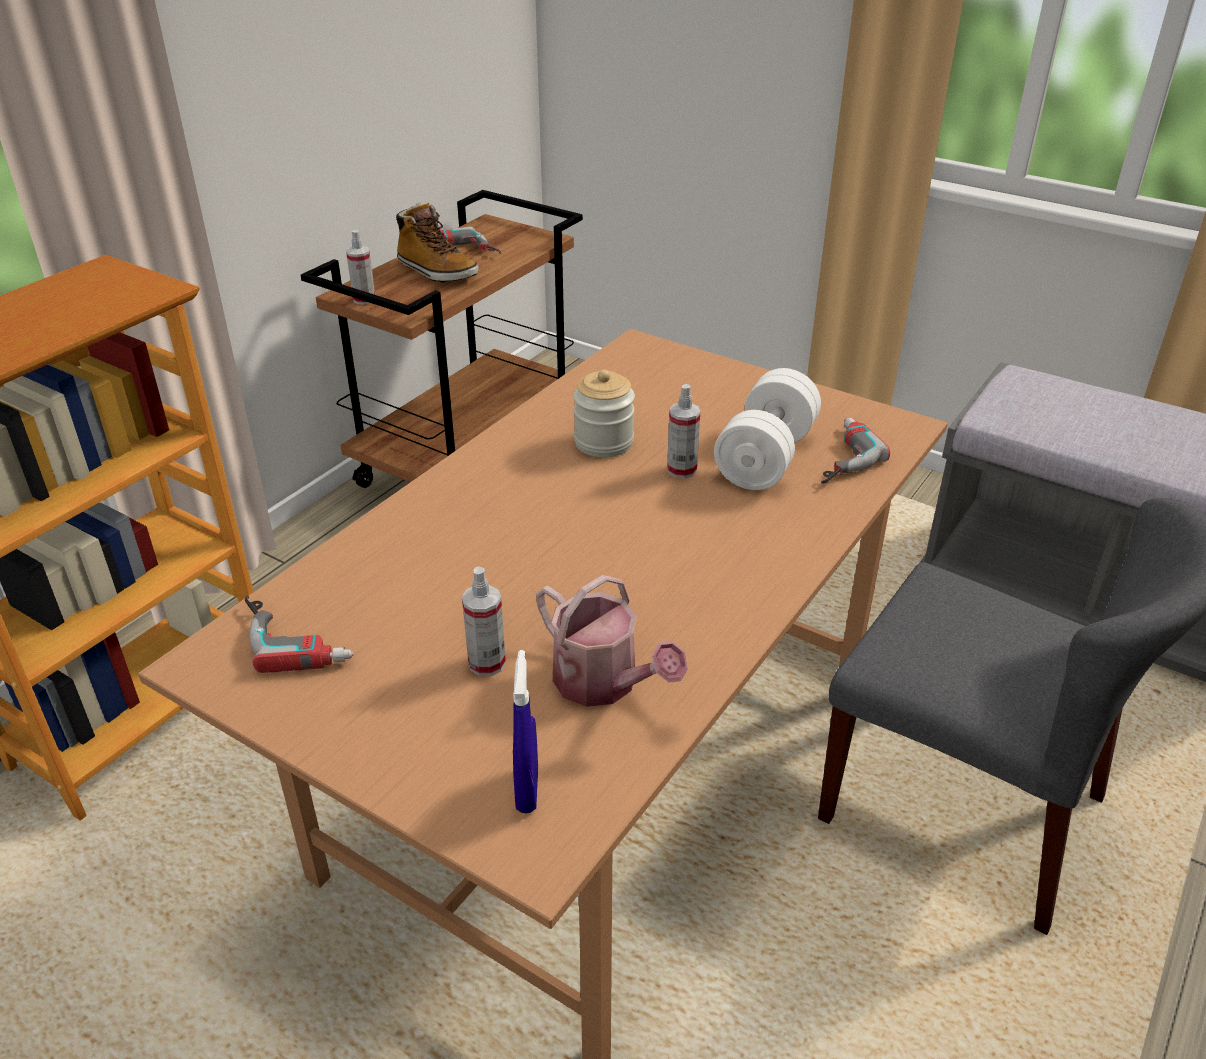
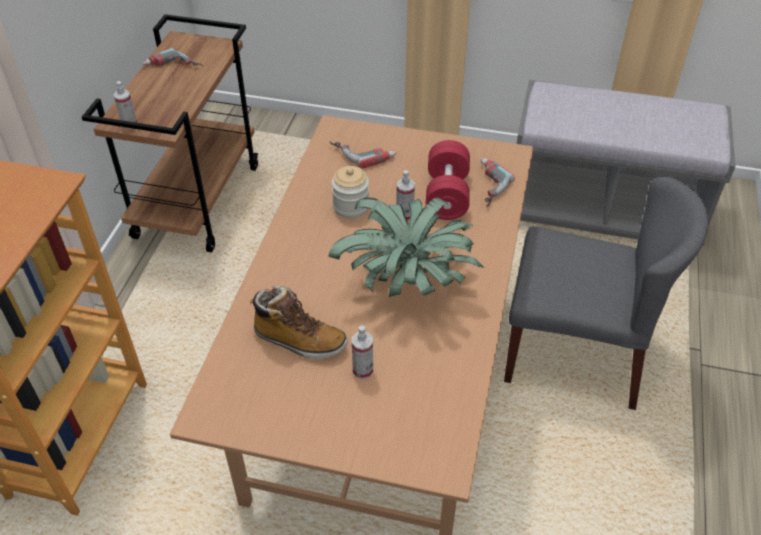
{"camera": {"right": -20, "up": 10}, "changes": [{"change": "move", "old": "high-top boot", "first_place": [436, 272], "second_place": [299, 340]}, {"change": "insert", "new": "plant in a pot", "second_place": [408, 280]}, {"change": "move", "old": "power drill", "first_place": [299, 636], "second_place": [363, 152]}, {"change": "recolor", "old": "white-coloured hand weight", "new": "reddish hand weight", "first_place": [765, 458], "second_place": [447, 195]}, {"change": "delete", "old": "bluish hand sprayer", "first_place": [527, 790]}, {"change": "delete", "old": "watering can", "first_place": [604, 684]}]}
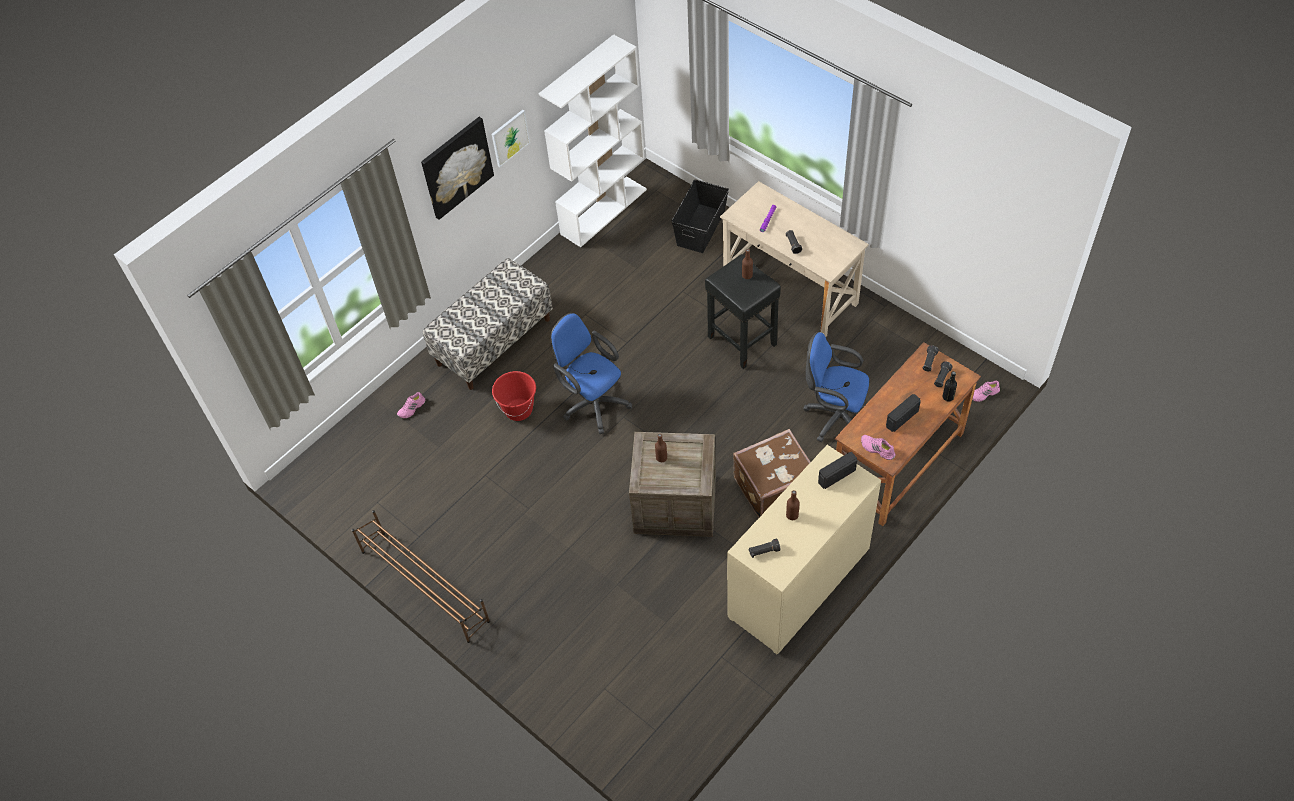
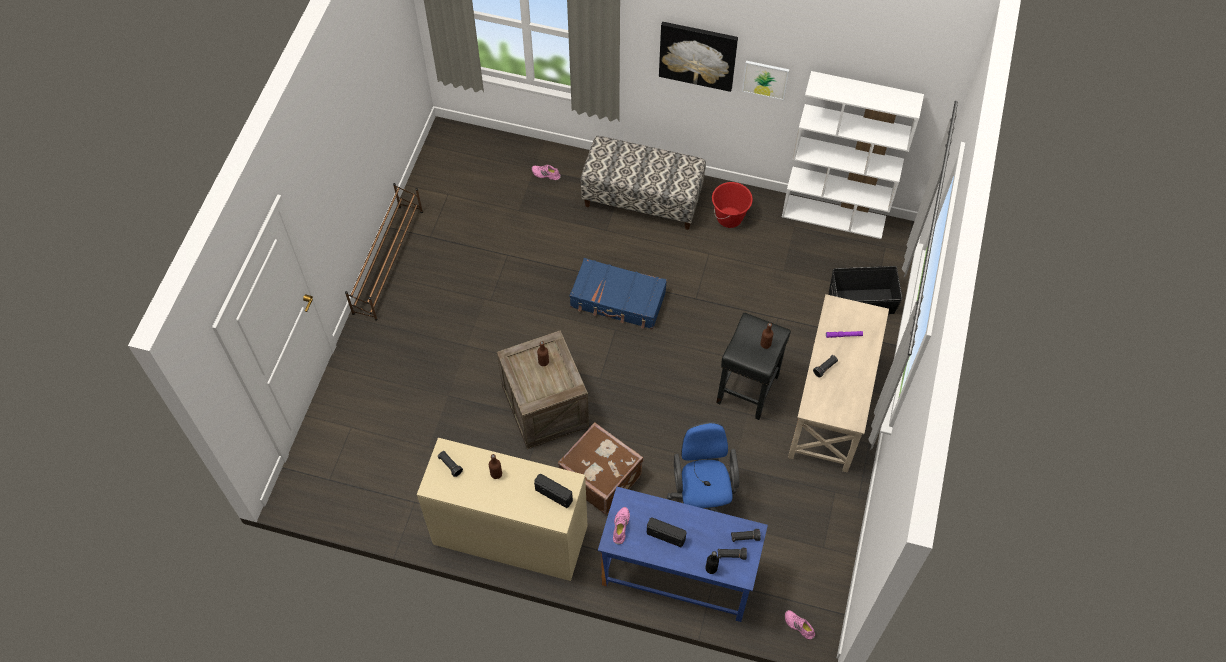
{"camera": {"right": 60, "up": 5}, "changes": [{"change": "replace", "old": "bluish desk chair", "new": "bluish travel case", "first_place": [592, 402], "second_place": [618, 300]}, {"change": "recolor", "old": "brown-coloured desk unit", "new": "bluish desk unit", "first_place": [898, 463], "second_place": [678, 574]}, {"change": "move", "old": "reddish pail", "first_place": [519, 410], "second_place": [729, 218]}]}
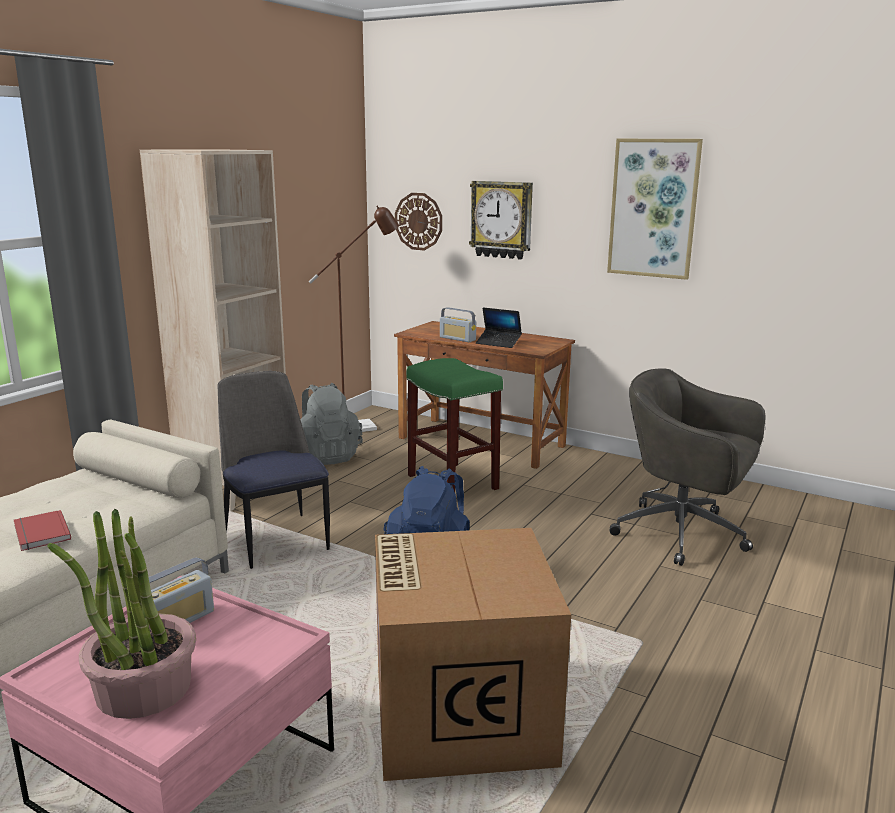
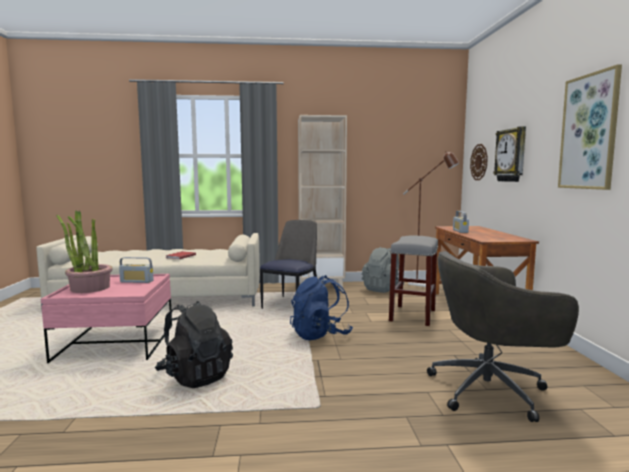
{"camera": {"right": 55, "up": -10}, "changes": [{"change": "replace", "old": "cardboard box", "new": "black backpack", "first_place": [459, 713], "second_place": [195, 376]}, {"change": "recolor", "old": "green-coloured stool", "new": "greyish stool", "first_place": [451, 482], "second_place": [412, 315]}, {"change": "rotate", "old": "greyish desk chair", "first_place": [683, 534], "second_place": [491, 390], "degrees": -90}, {"change": "delete", "old": "laptop", "first_place": [498, 343]}]}
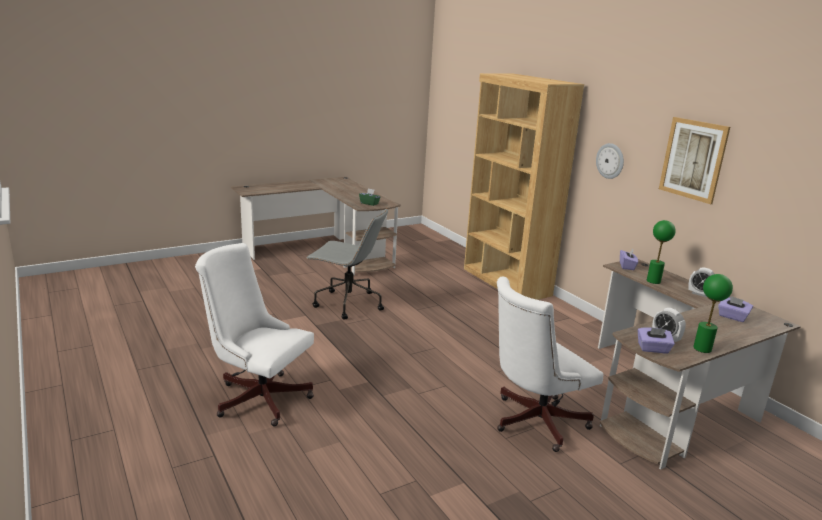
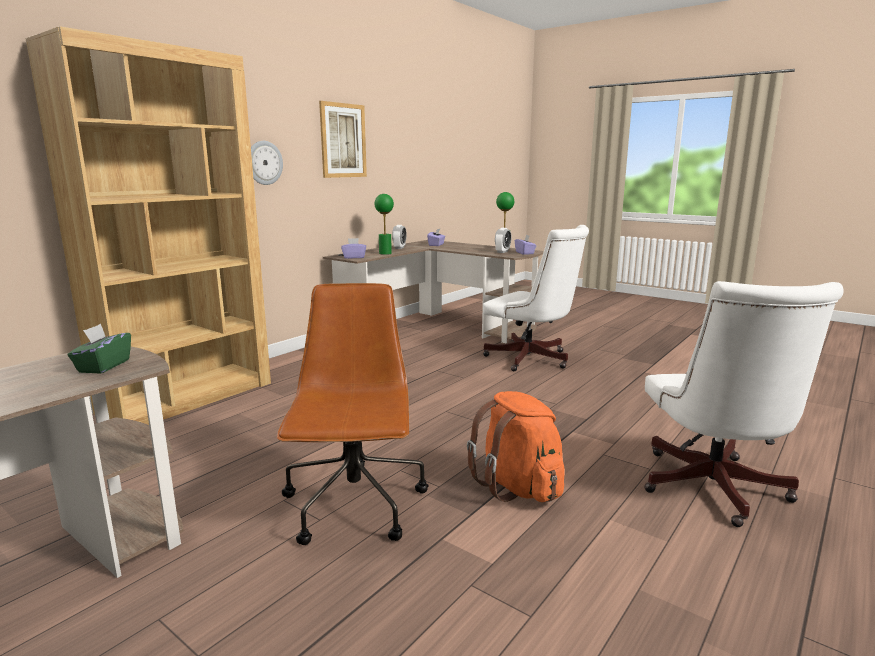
{"camera": {"right": -110, "up": -5}, "changes": [{"change": "recolor", "old": "greyish desk chair", "new": "brown-coloured desk chair", "first_place": [347, 304], "second_place": [355, 507]}, {"change": "insert", "new": "orange backpack", "second_place": [518, 487]}]}
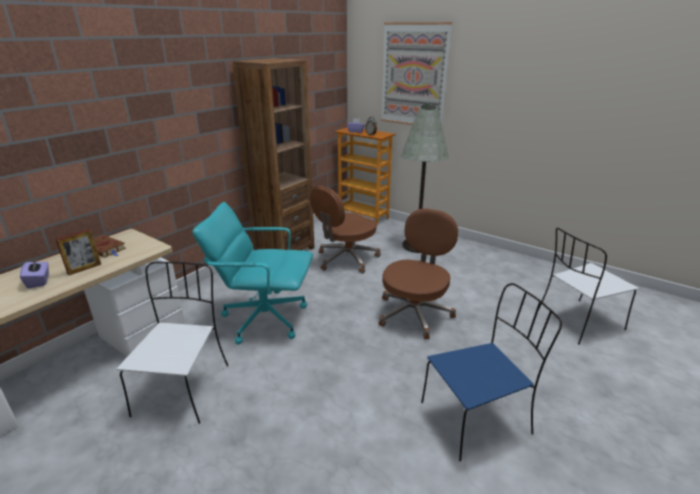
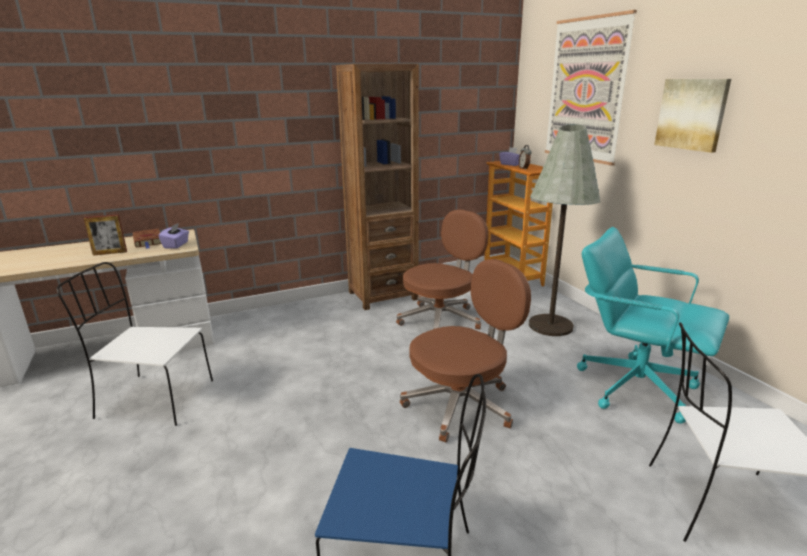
{"camera": {"right": 30, "up": -5}, "changes": [{"change": "rotate", "old": "white-coloured plain chair", "first_place": [183, 388], "second_place": [153, 399], "degrees": -120}, {"change": "move", "old": "purple tissue box", "first_place": [39, 281], "second_place": [176, 245]}, {"change": "rotate", "old": "brown-coloured desk chair", "first_place": [346, 259], "second_place": [441, 320], "degrees": 150}, {"change": "move", "old": "turquoise-coloured desk chair", "first_place": [264, 318], "second_place": [635, 386]}, {"change": "insert", "new": "wall art", "second_place": [692, 114]}]}
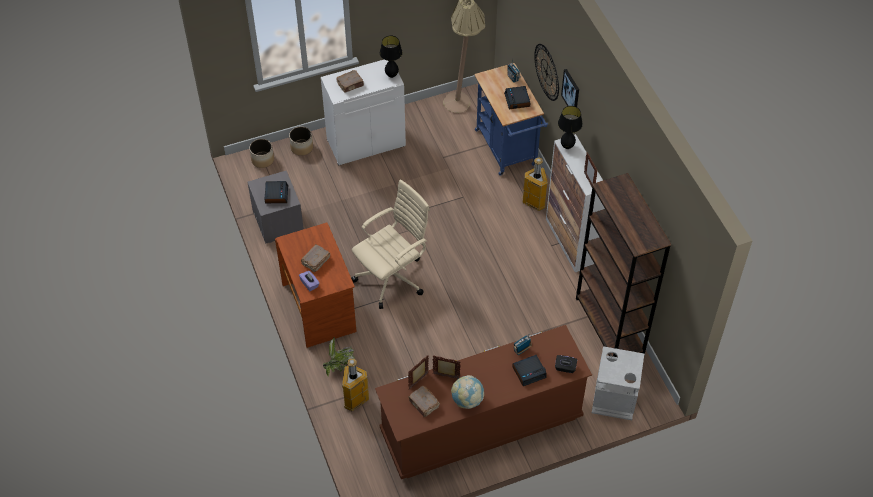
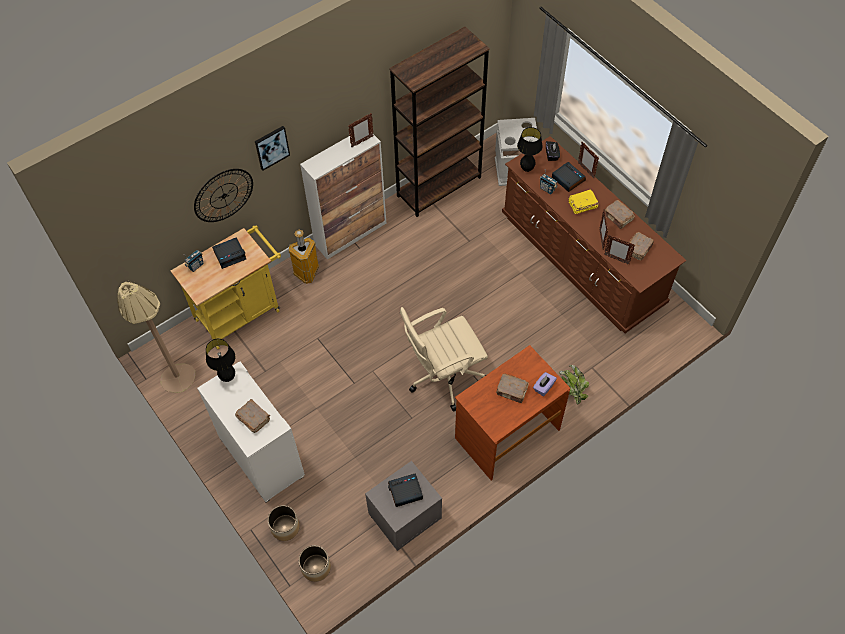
{"camera": {"right": -105, "up": 5}, "changes": [{"change": "recolor", "old": "bluish cart", "new": "yellow-coloured cart", "first_place": [508, 151], "second_place": [241, 312]}, {"change": "rotate", "old": "beige desk chair", "first_place": [392, 277], "second_place": [443, 375], "degrees": -60}, {"change": "move", "old": "black tabletop lamp", "first_place": [567, 146], "second_place": [527, 169]}, {"change": "insert", "new": "yellow-coloured book", "second_place": [582, 205]}, {"change": "insert", "new": "photo frame", "second_place": [586, 170]}, {"change": "replace", "old": "world globe", "new": "brown-coloured book", "first_place": [467, 400], "second_place": [618, 217]}, {"change": "delete", "old": "waste bin", "first_place": [355, 400]}]}
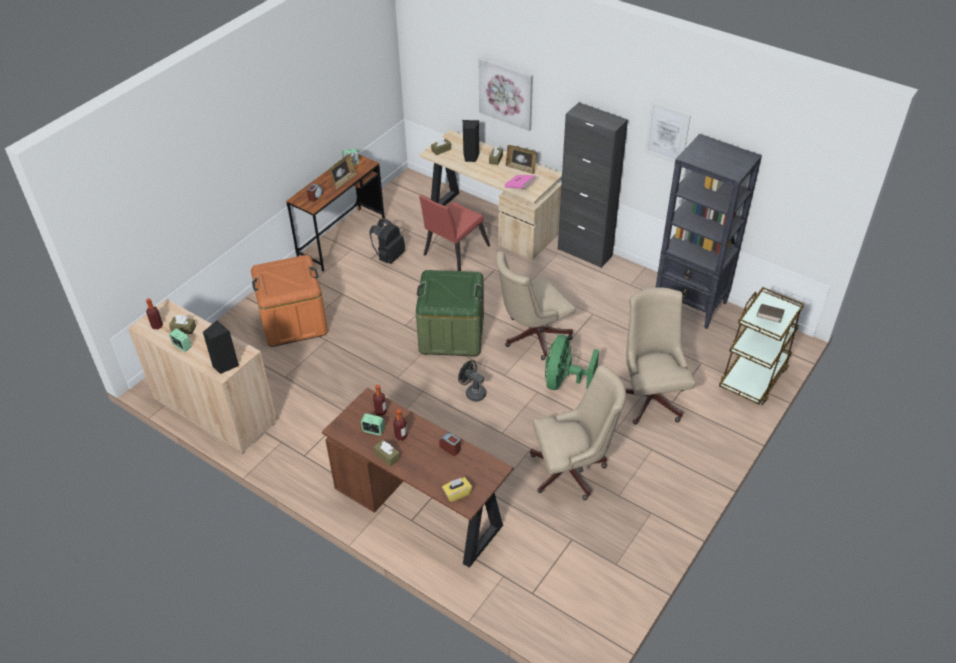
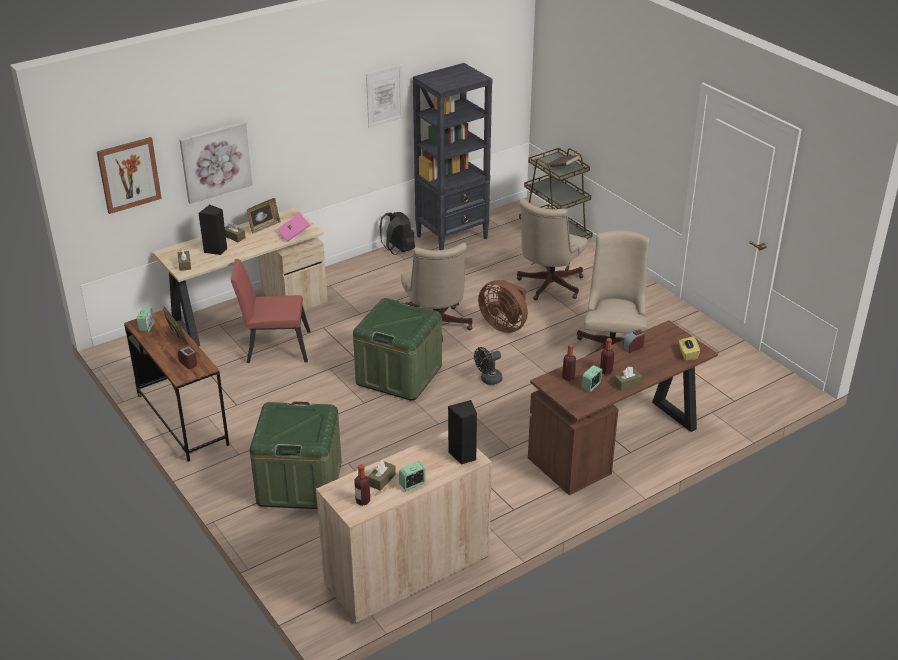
{"camera": {"right": -70, "up": -10}, "changes": [{"change": "insert", "new": "wall art", "second_place": [129, 174]}, {"change": "rotate", "old": "reddish plain chair", "first_place": [453, 252], "second_place": [274, 346], "degrees": 120}, {"change": "recolor", "old": "orange storage bin", "new": "green-coloured storage bin", "first_place": [293, 321], "second_place": [299, 483]}, {"change": "move", "old": "black backpack", "first_place": [389, 257], "second_place": [398, 250]}, {"change": "recolor", "old": "green-coloured cooling fan", "new": "brown-coloured cooling fan", "first_place": [564, 381], "second_place": [504, 325]}, {"change": "rotate", "old": "beige desk chair", "first_place": [650, 396], "second_place": [548, 286], "degrees": -75}, {"change": "delete", "old": "black cabinet", "first_place": [585, 252]}]}
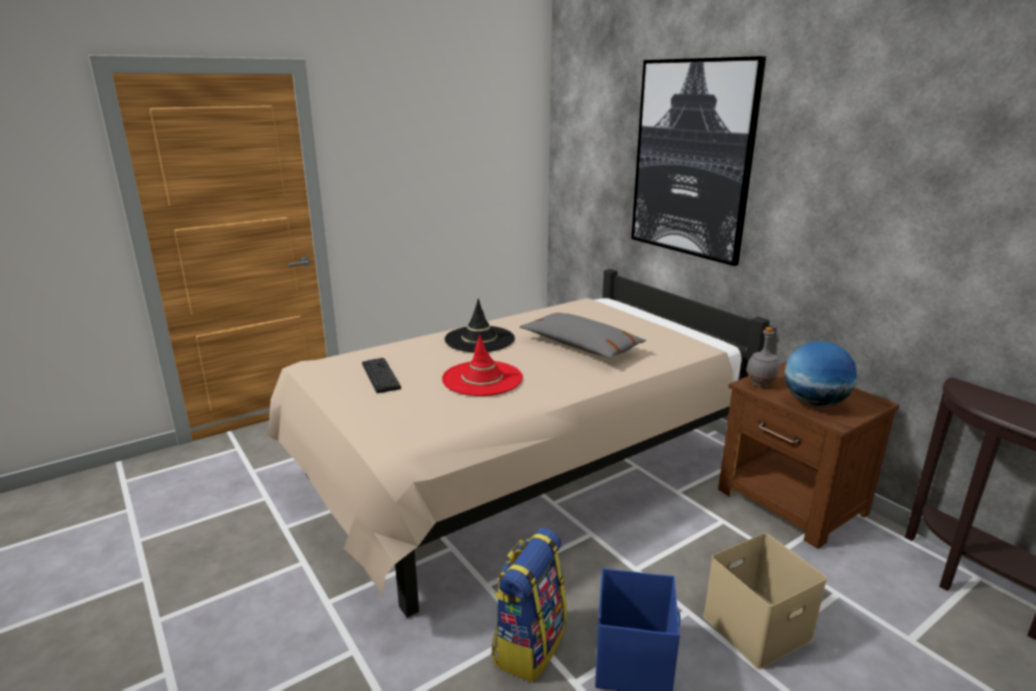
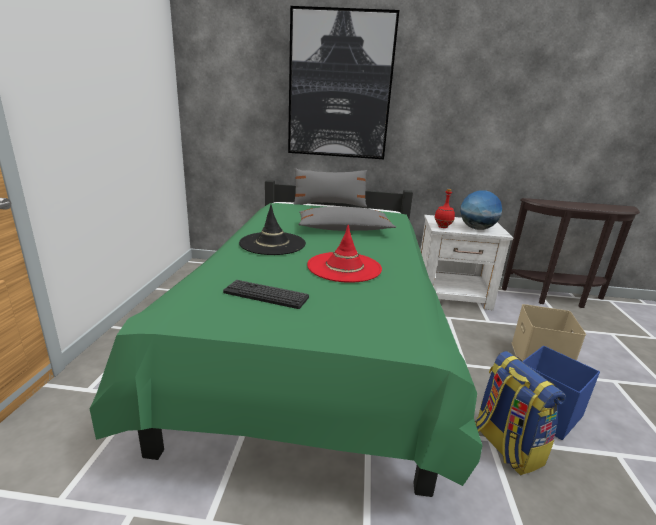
{"camera": {"right": -50, "up": 0}, "changes": [{"change": "recolor", "old": "beige bed", "new": "green-coloured bed", "first_place": [520, 468], "second_place": [315, 344]}, {"change": "insert", "new": "greyish throw pillow", "second_place": [329, 205]}, {"change": "recolor", "old": "brown-coloured nightstand", "new": "white-coloured nightstand", "first_place": [792, 503], "second_place": [453, 294]}, {"change": "recolor", "old": "greyish drink bottle", "new": "reddish drink bottle", "first_place": [760, 384], "second_place": [442, 227]}]}
